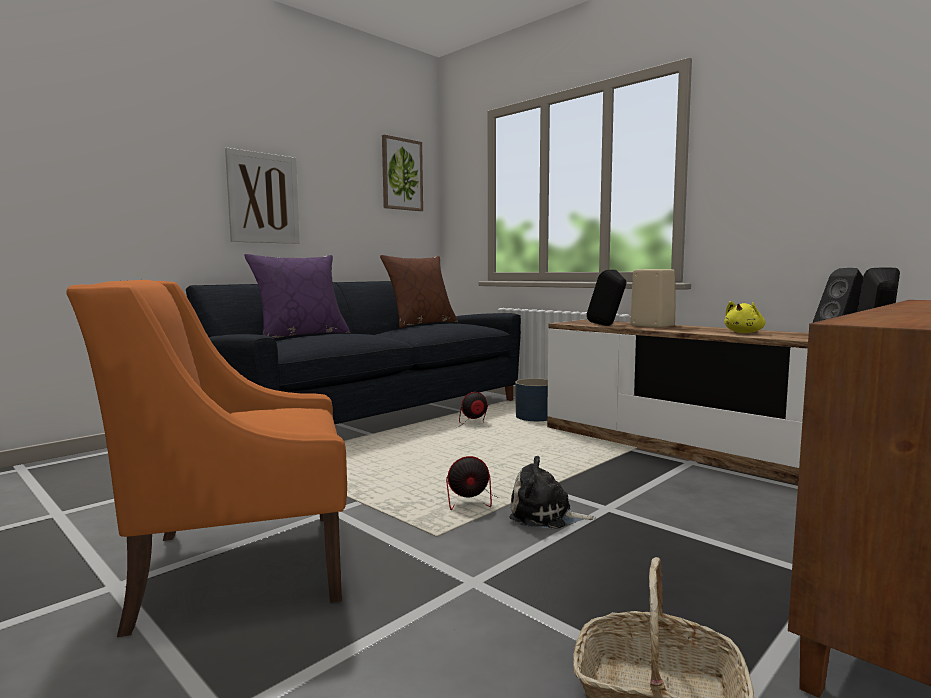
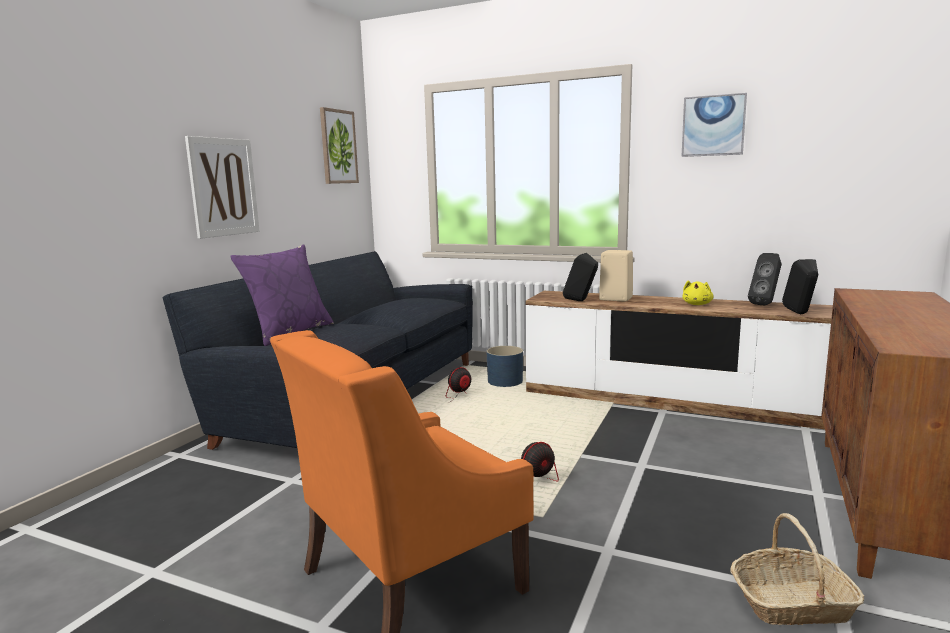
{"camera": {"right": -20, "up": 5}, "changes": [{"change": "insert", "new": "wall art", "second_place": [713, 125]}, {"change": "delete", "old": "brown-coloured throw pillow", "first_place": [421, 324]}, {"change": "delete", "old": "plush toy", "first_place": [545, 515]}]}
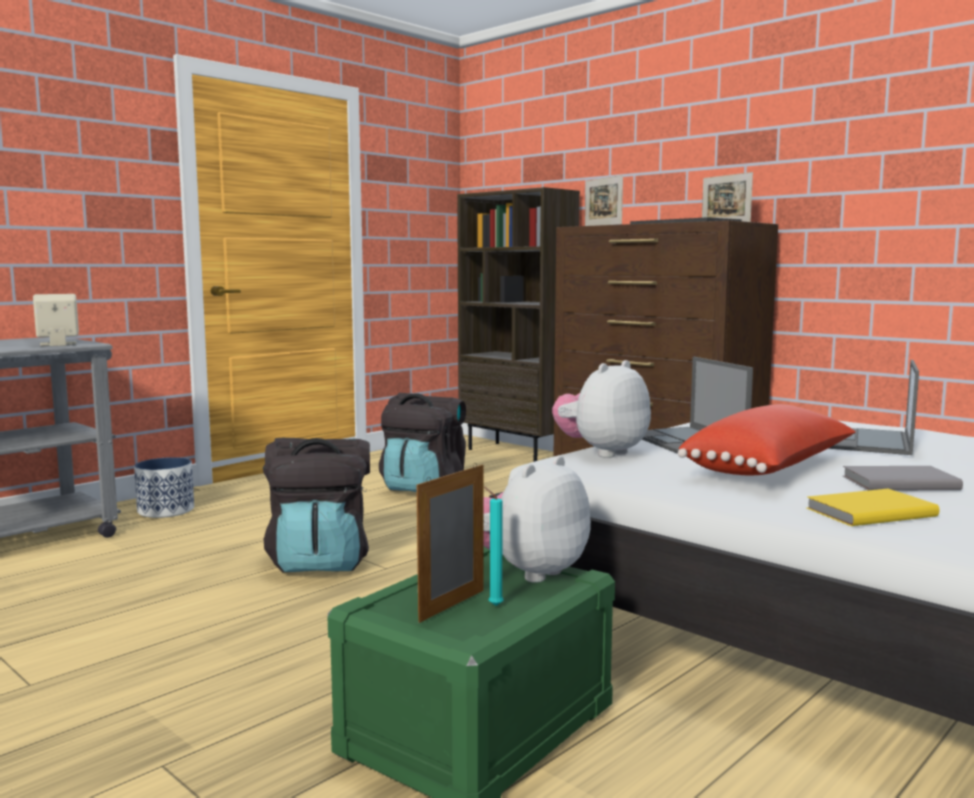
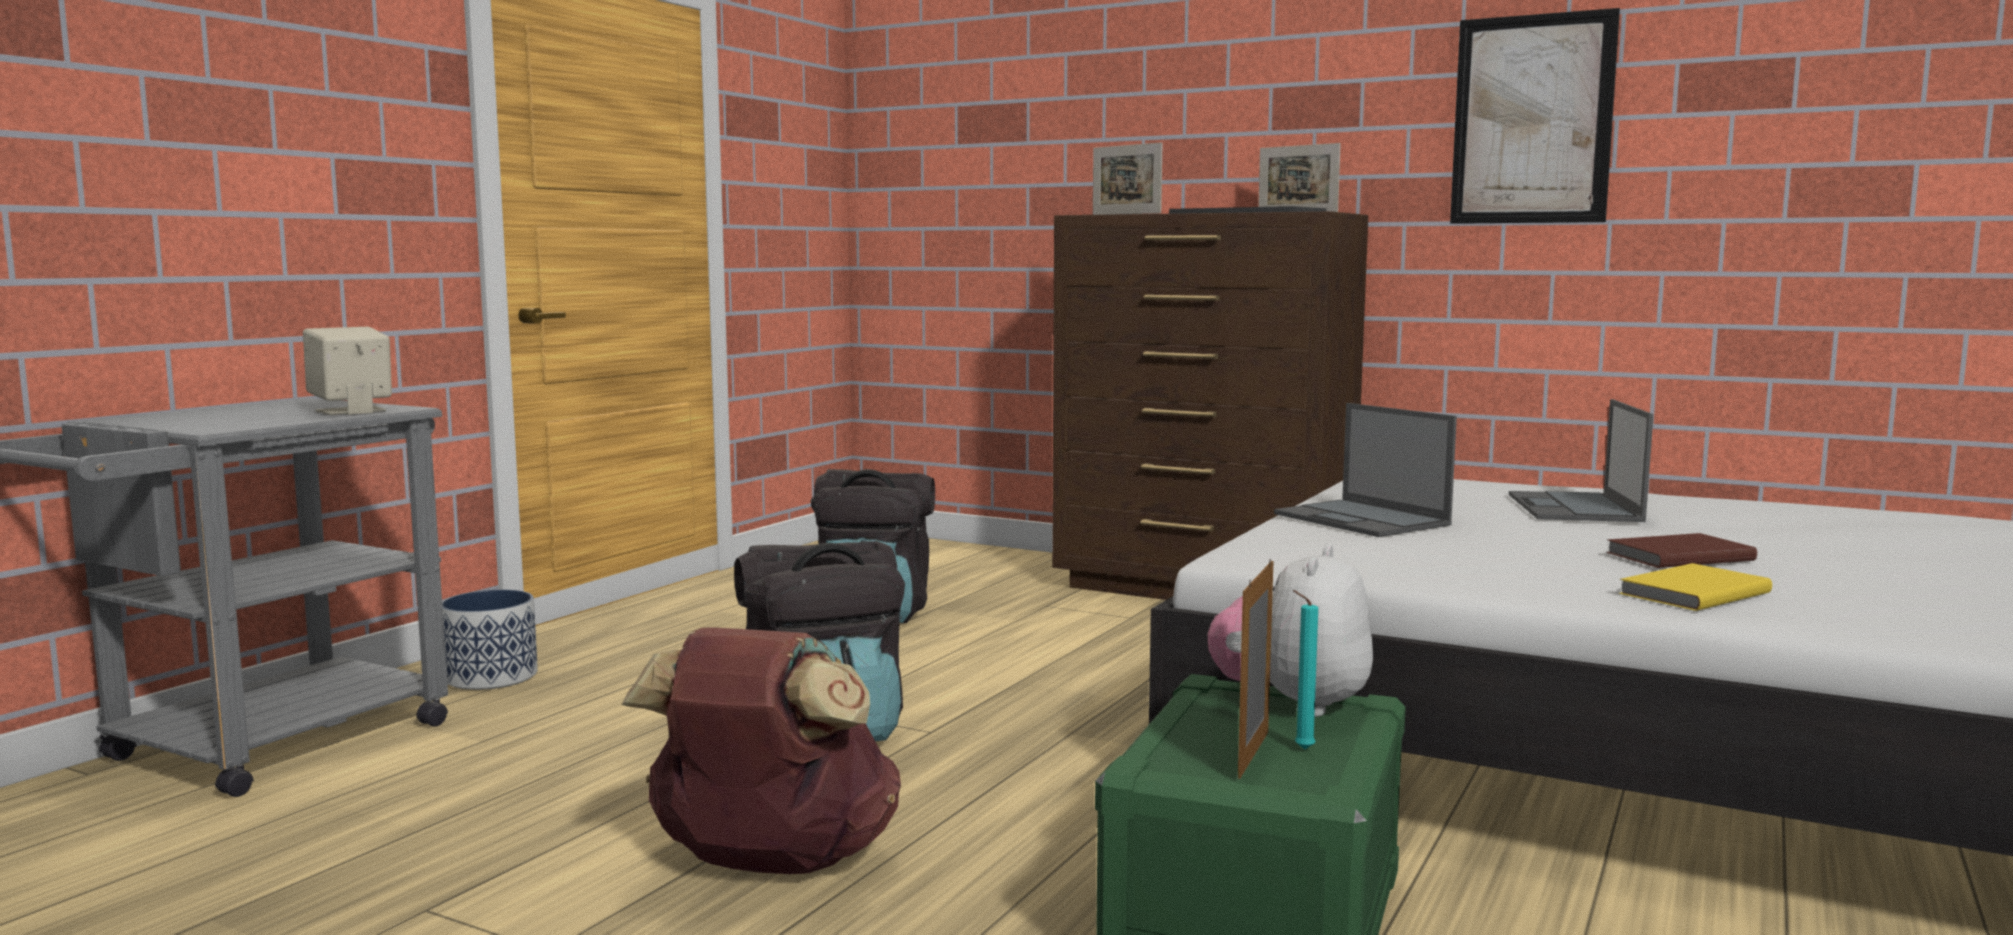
{"camera": {"right": -15, "up": 0}, "changes": [{"change": "insert", "new": "brown-coloured backpack", "second_place": [771, 864]}, {"change": "insert", "new": "wall art", "second_place": [1532, 120]}, {"change": "recolor", "old": "greyish book", "new": "brown-coloured book", "first_place": [897, 482], "second_place": [1676, 556]}, {"change": "delete", "old": "brown-coloured shelving unit", "first_place": [517, 452]}, {"change": "delete", "old": "plush toy", "first_place": [602, 452]}, {"change": "delete", "old": "reddish throw pillow", "first_place": [771, 469]}]}
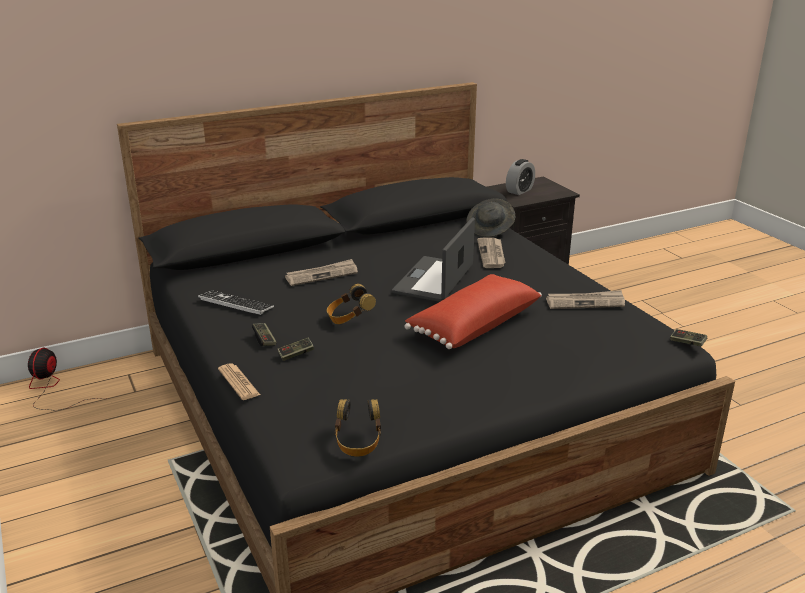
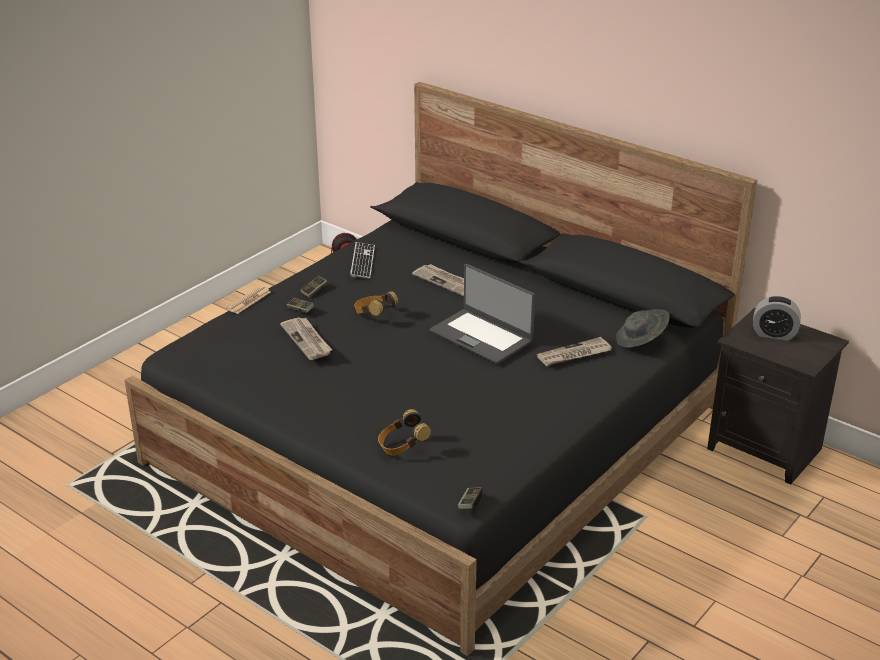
{"camera": {"right": 65, "up": 5}, "changes": [{"change": "move", "old": "daily paper", "first_place": [585, 302], "second_place": [307, 340]}, {"change": "move", "old": "headset", "first_place": [358, 442], "second_place": [402, 446]}, {"change": "rotate", "old": "laptop", "first_place": [435, 280], "second_place": [482, 336], "degrees": -135}, {"change": "delete", "old": "reddish throw pillow", "first_place": [473, 325]}]}
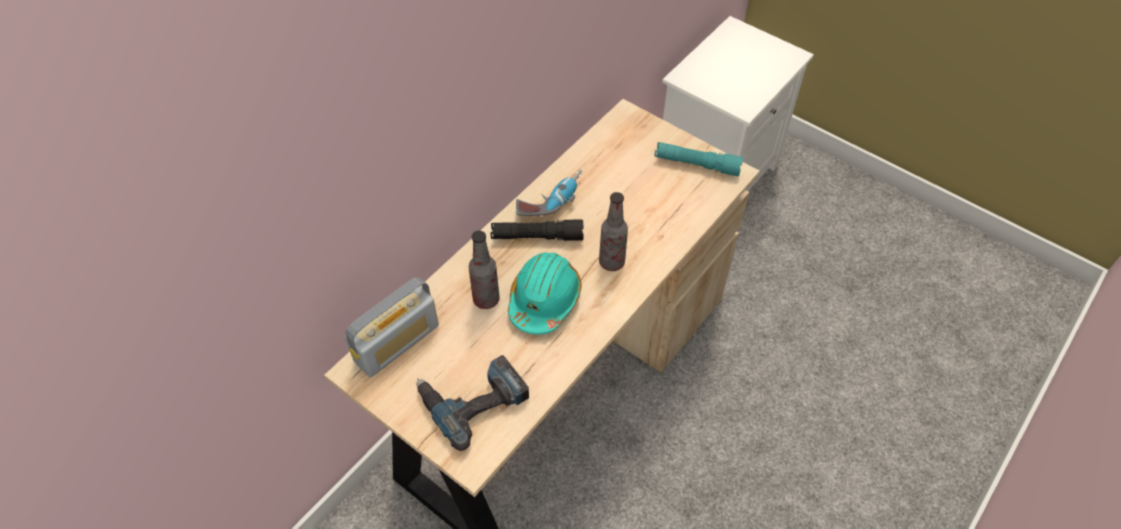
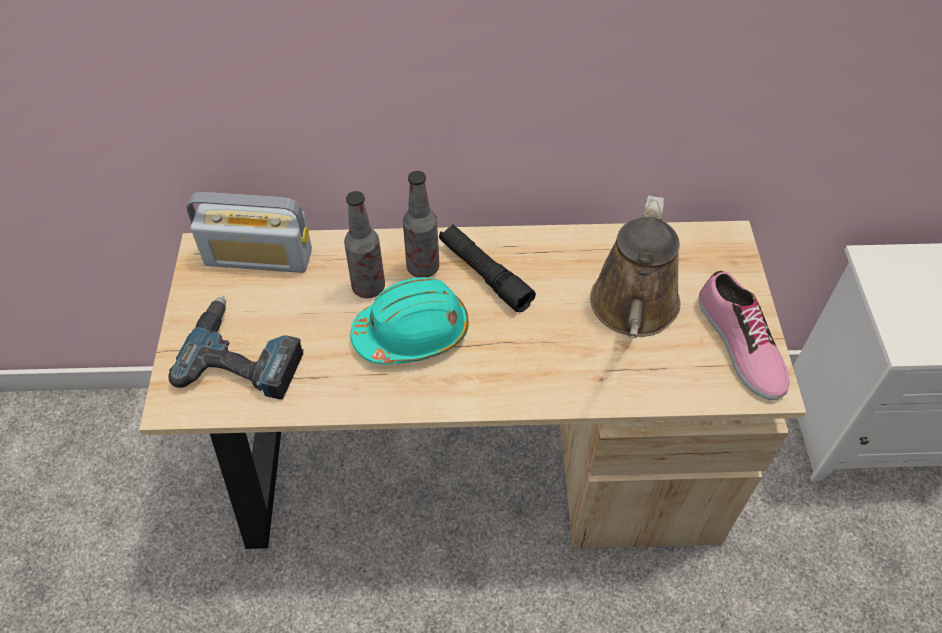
{"camera": {"right": 50, "up": 0}, "changes": [{"change": "move", "old": "drink bottle", "first_place": [611, 262], "second_place": [423, 267]}, {"change": "insert", "new": "brown-coloured watering can", "second_place": [633, 309]}, {"change": "replace", "old": "turquoise-coloured flashlight", "new": "low shoe", "first_place": [697, 164], "second_place": [739, 345]}, {"change": "delete", "old": "power drill", "first_place": [551, 200]}]}
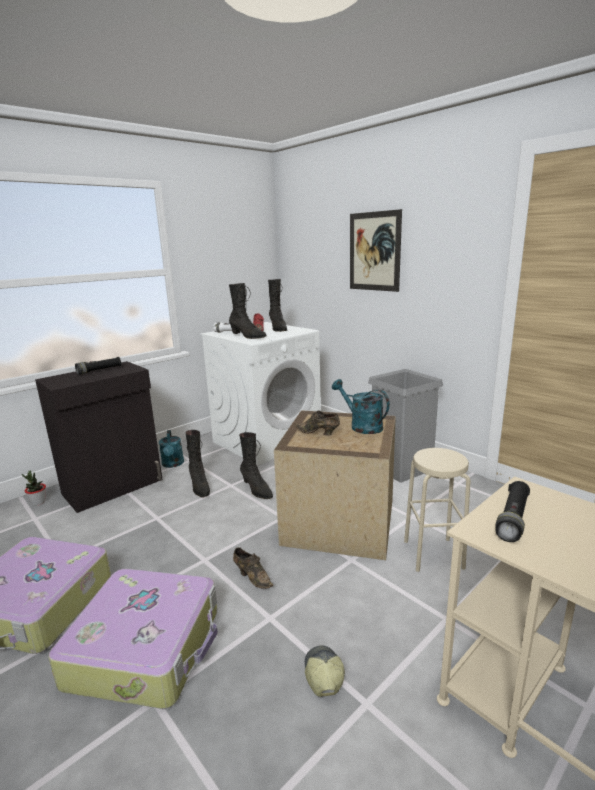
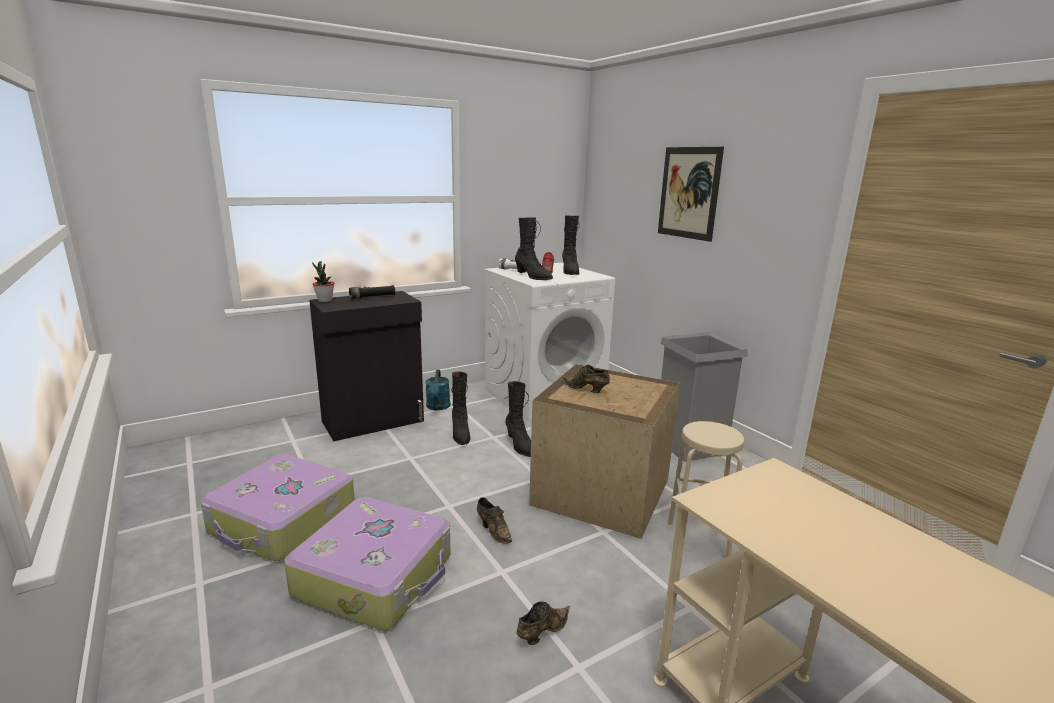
{"camera": {"right": 10, "up": 0}, "changes": [{"change": "move", "old": "plant in a pot", "first_place": [38, 502], "second_place": [325, 300]}, {"change": "replace", "old": "peaked cap", "new": "brown-coloured low shoe", "first_place": [323, 674], "second_place": [542, 632]}, {"change": "delete", "old": "turquoise-coloured watering can", "first_place": [361, 426]}, {"change": "delete", "old": "black flashlight", "first_place": [513, 519]}]}
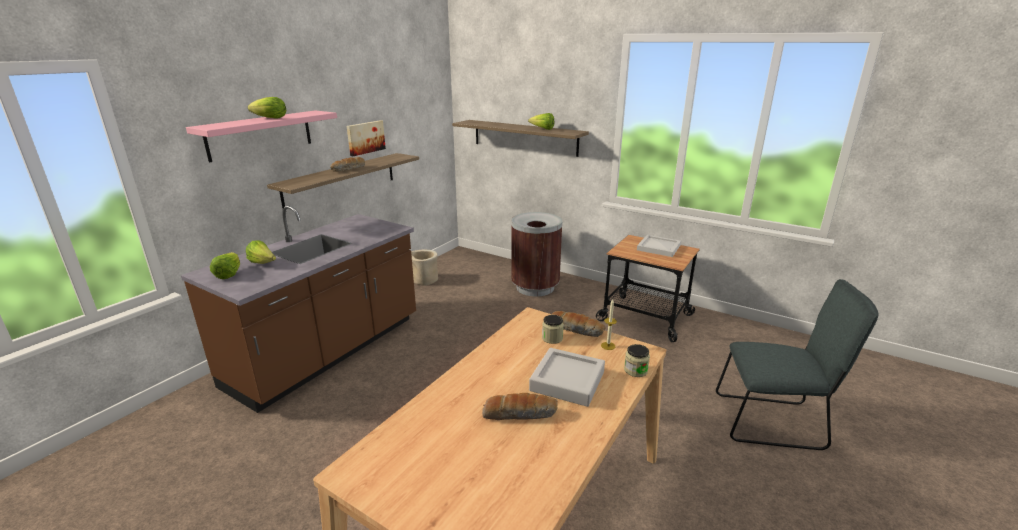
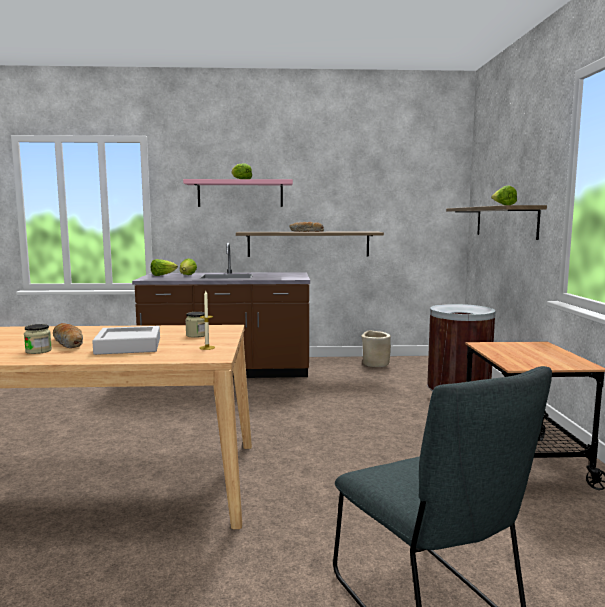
{"camera": {"right": 55, "up": -15}, "changes": [{"change": "move", "old": "preserve jar", "first_place": [635, 370], "second_place": [38, 351]}, {"change": "delete", "old": "wall art", "first_place": [365, 137]}, {"change": "delete", "old": "baked bread", "first_place": [576, 329]}, {"change": "delete", "old": "white-coloured serving tray", "first_place": [658, 247]}]}
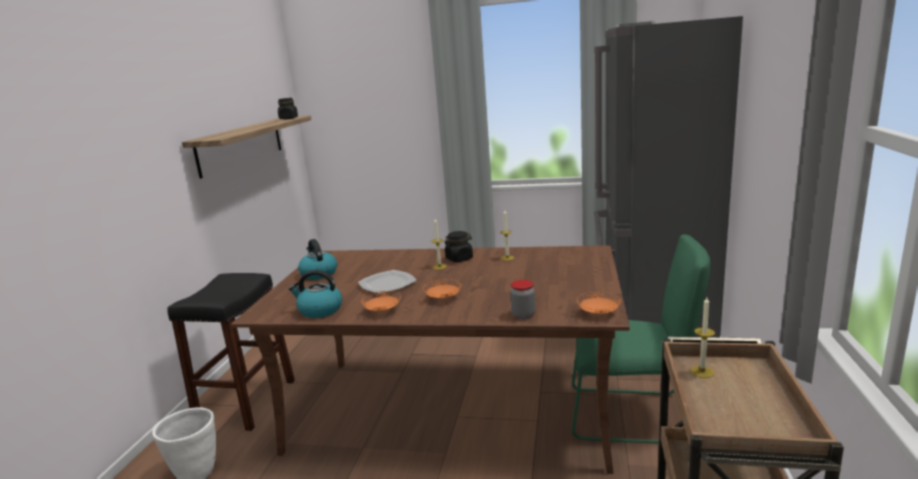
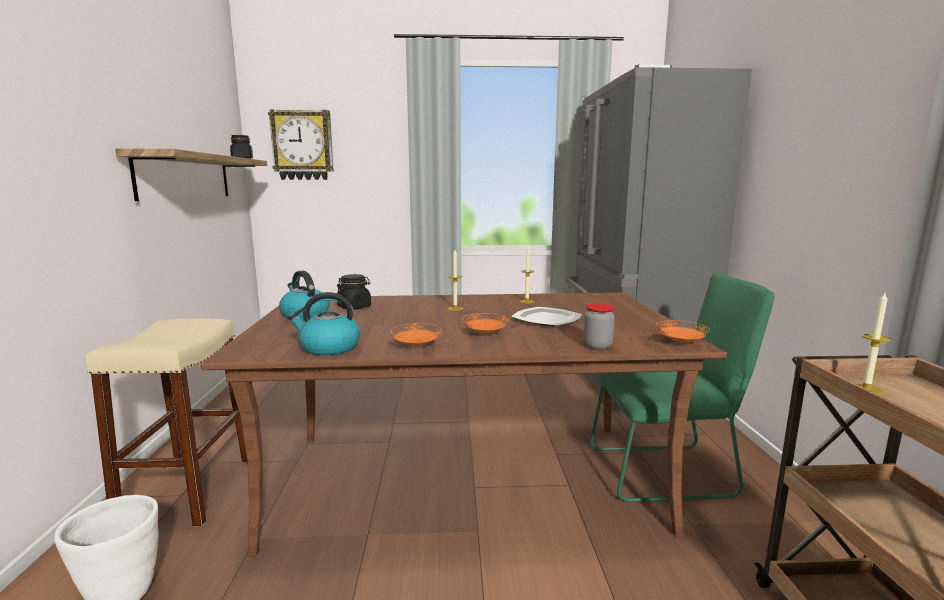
{"camera": {"right": -15, "up": -5}, "changes": [{"change": "recolor", "old": "black stool", "new": "beige stool", "first_place": [247, 402], "second_place": [189, 490]}, {"change": "insert", "new": "clock on the wall", "second_place": [302, 145]}, {"change": "move", "old": "black preserve jar", "first_place": [459, 259], "second_place": [354, 307]}, {"change": "move", "old": "plate", "first_place": [387, 284], "second_place": [546, 319]}]}
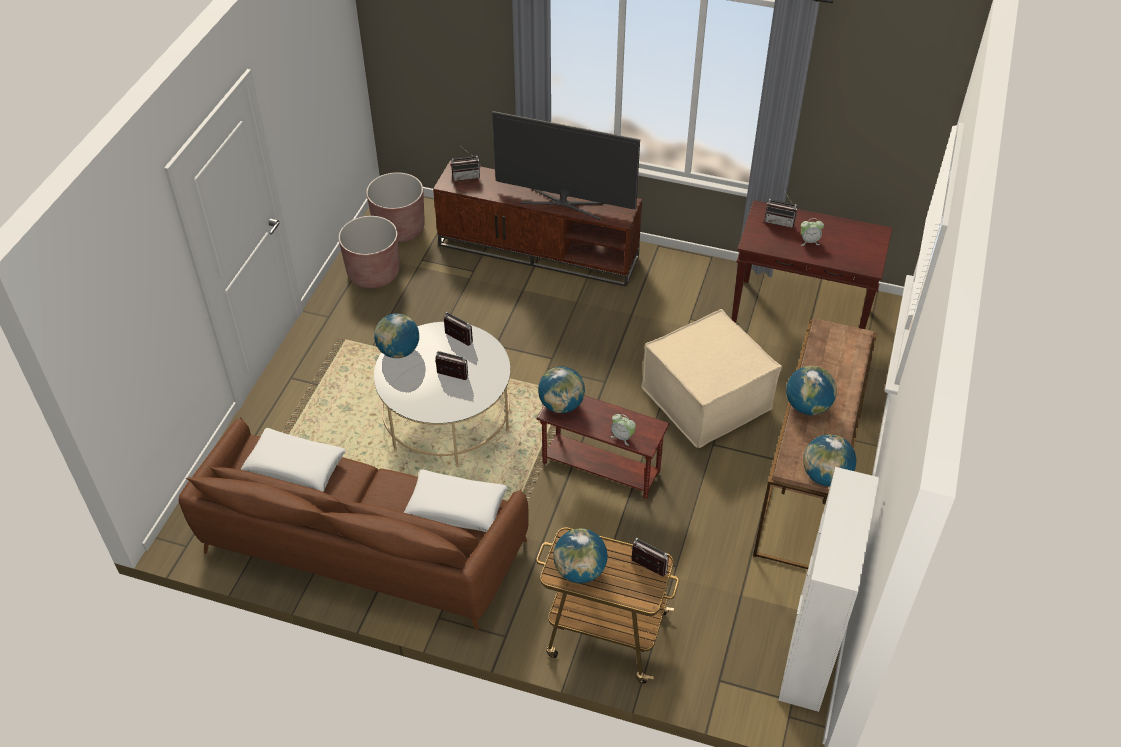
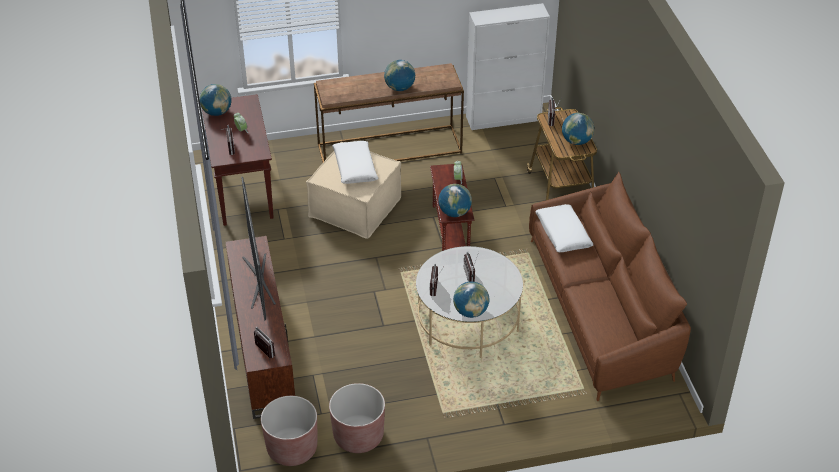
{"camera": {"right": -120, "up": -5}, "changes": [{"change": "move", "old": "world globe", "first_place": [825, 476], "second_place": [217, 112]}, {"change": "move", "old": "white-coloured throw pillow", "first_place": [295, 466], "second_place": [355, 167]}]}
